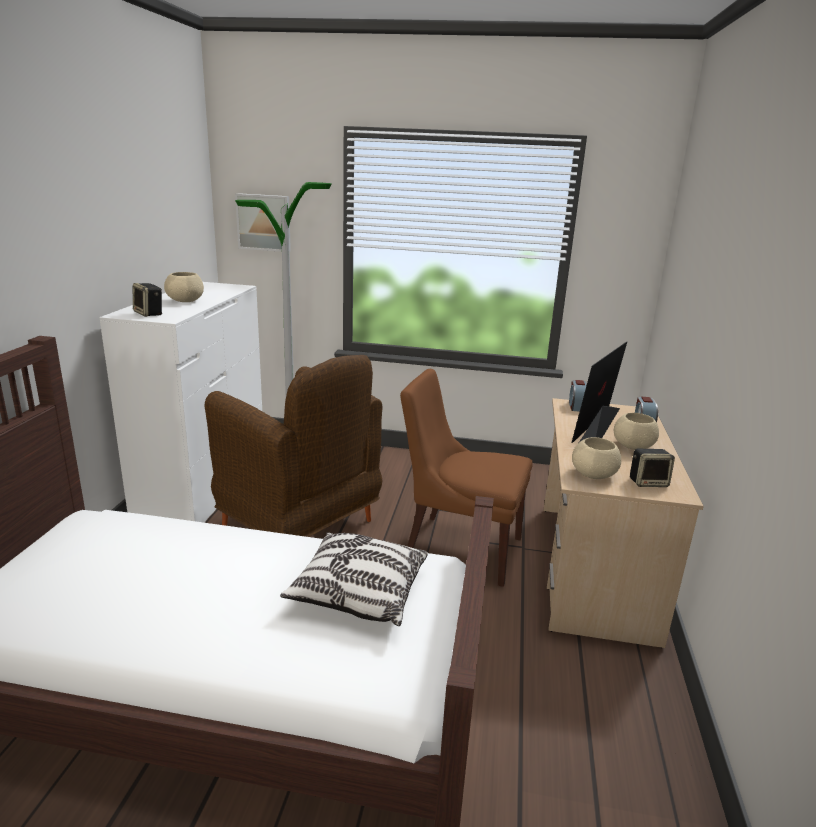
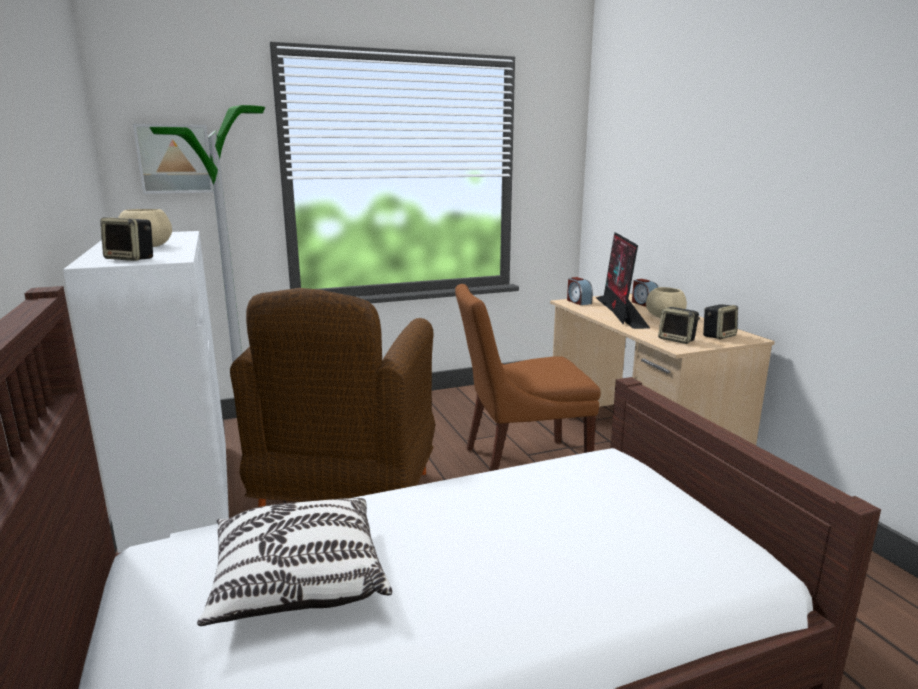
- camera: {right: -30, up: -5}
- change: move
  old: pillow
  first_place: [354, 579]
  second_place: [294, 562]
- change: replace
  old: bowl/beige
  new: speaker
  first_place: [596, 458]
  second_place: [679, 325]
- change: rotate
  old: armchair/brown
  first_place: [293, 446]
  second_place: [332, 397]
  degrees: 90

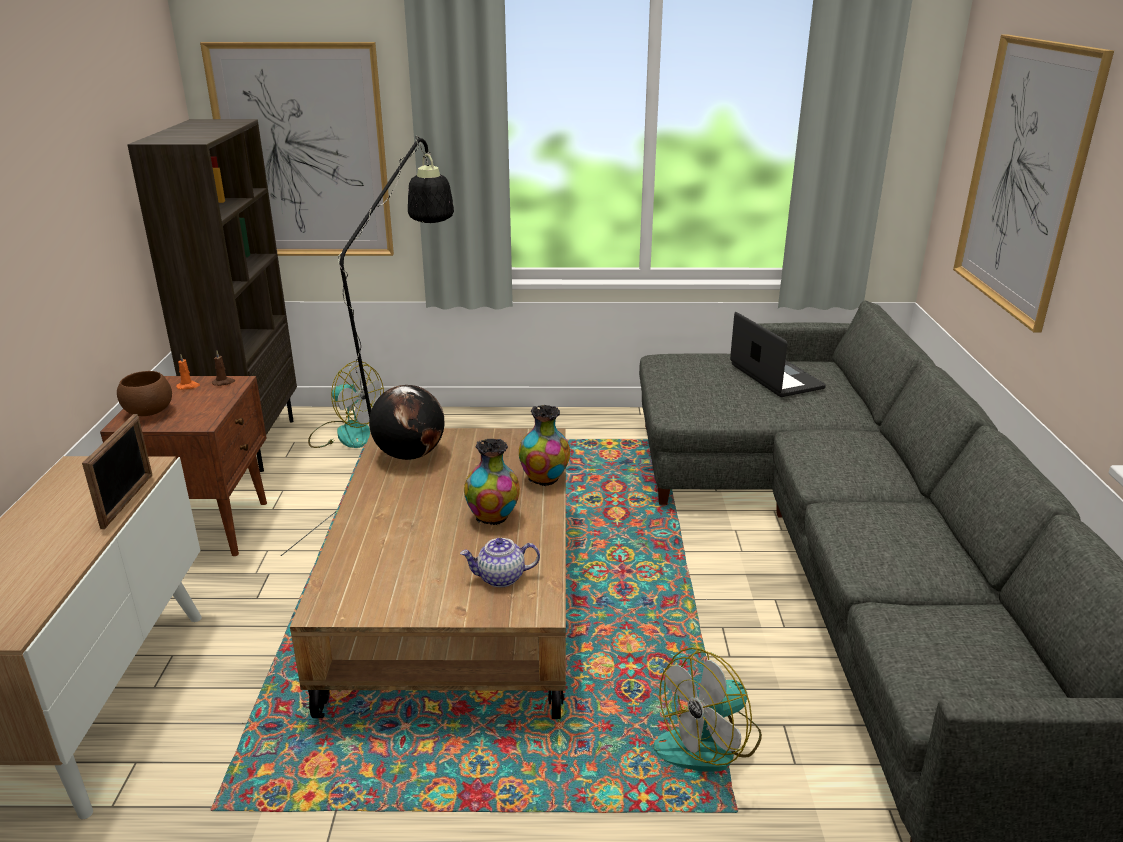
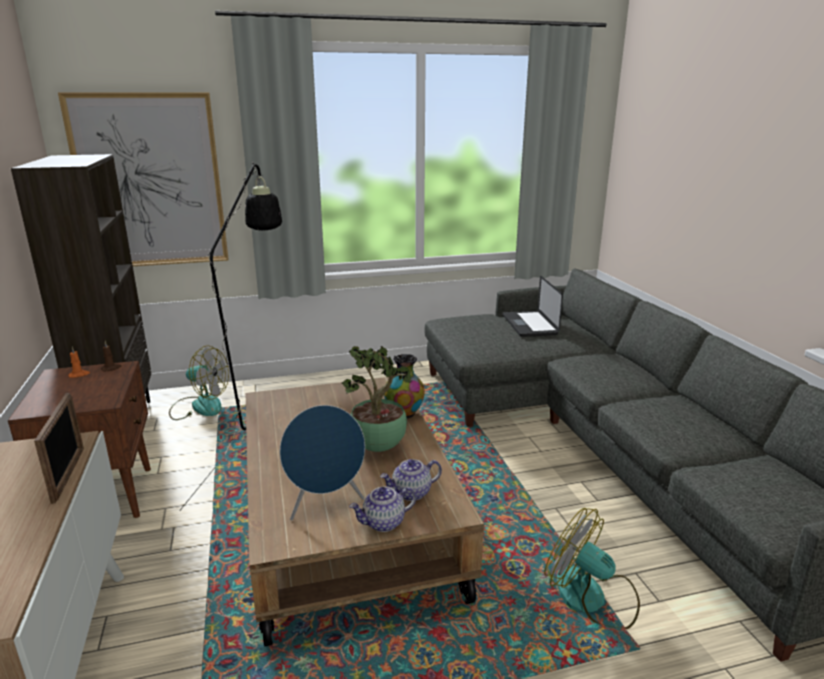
- camera: {right: -15, up: -5}
- change: delete
  old: bowl/brown
  first_place: [144, 393]
- change: delete
  old: globe
  first_place: [406, 422]
- change: delete
  old: picture
  first_place: [1033, 184]
- change: insert
  new: speaker/blue
  second_place: [322, 462]
- change: insert
  new: teapot
  second_place: [382, 509]
- change: replace
  old: vase
  new: potted plant
  first_place: [492, 482]
  second_place: [376, 399]
- change: rotate
  old: fan
  first_place: [707, 710]
  second_place: [592, 568]
  degrees: 90
- change: rotate
  old: laptop
  first_place: [778, 354]
  second_place: [533, 306]
  degrees: -150

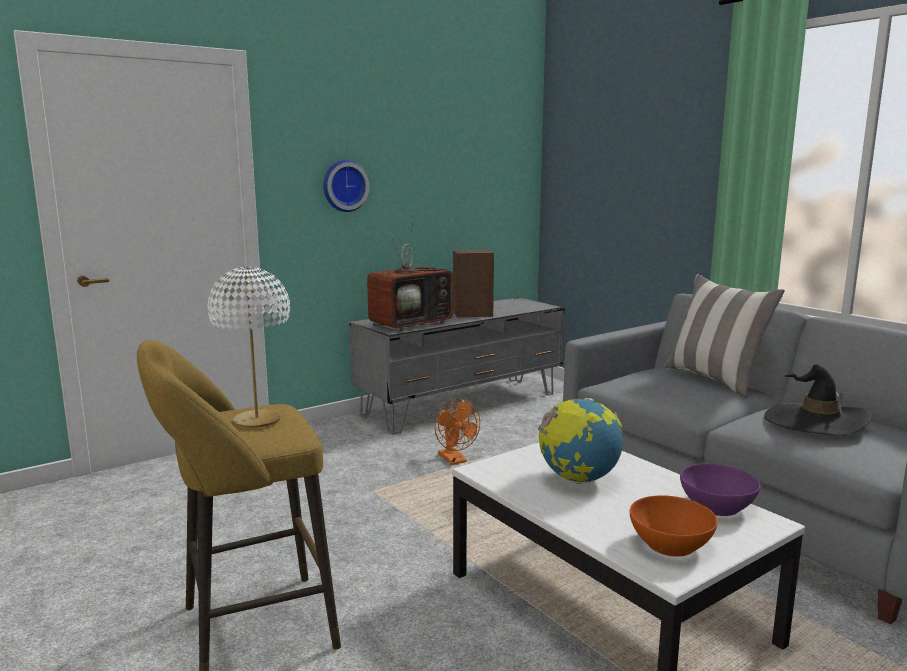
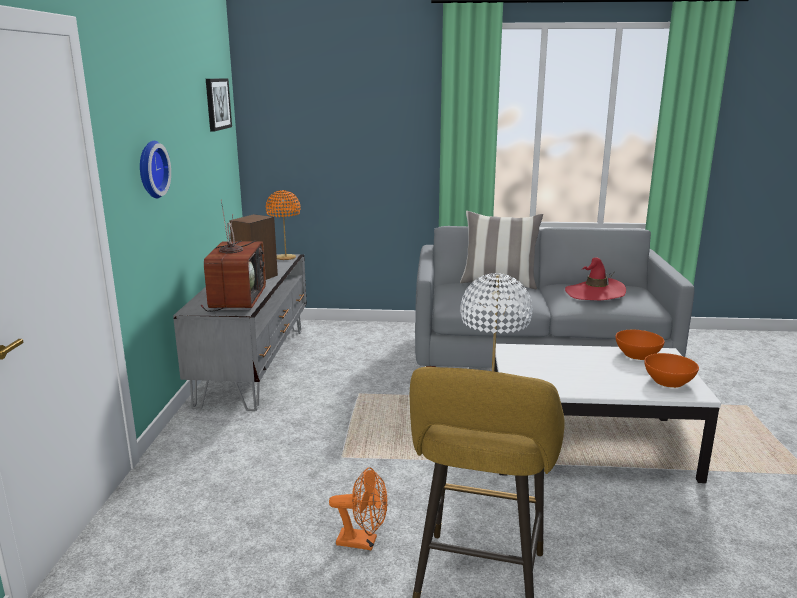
- camera: {right: -50, up: 5}
- change: delete
  old: globe
  first_place: [580, 441]
- change: insert
  new: picture
  second_place: [219, 104]
- change: insert
  new: table lamp/orange
  second_place: [283, 225]
- change: move
  old: fan/orange
  first_place: [457, 432]
  second_place: [358, 509]
- change: recolor
  old: bowl/purple
  new: bowl/orange
  first_place: [720, 489]
  second_place: [640, 345]
- change: recolor
  old: hat/black
  new: hat/red
  first_place: [818, 400]
  second_place: [595, 278]

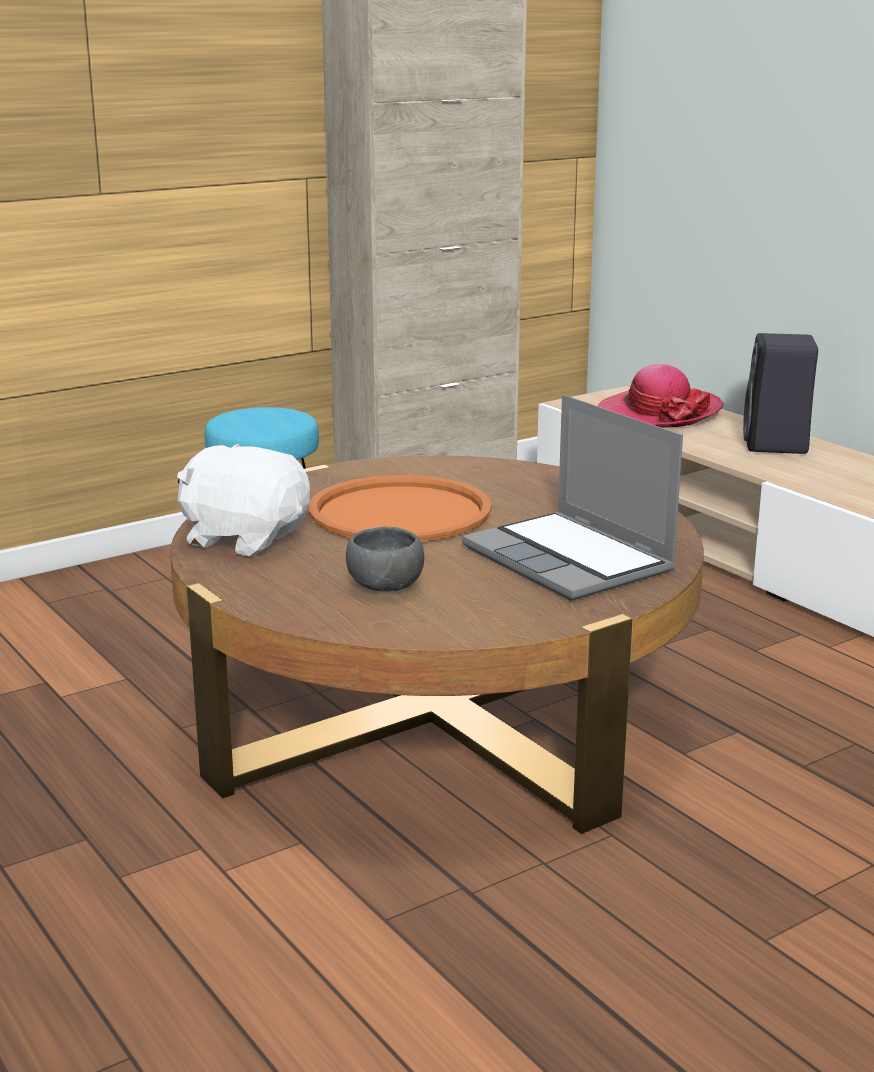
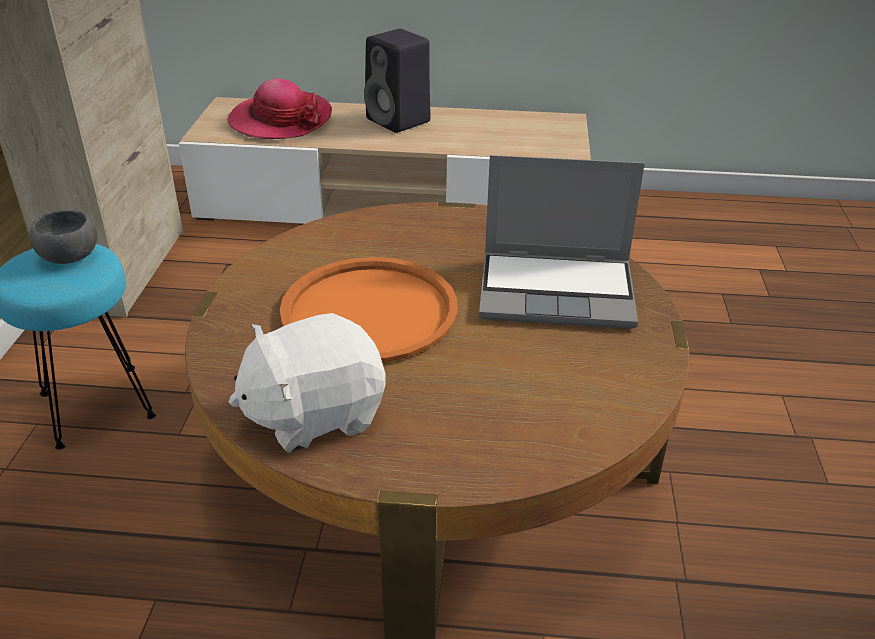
- camera: {right: -50, up: 15}
- change: move
  old: bowl/grey
  first_place: [385, 559]
  second_place: [63, 237]

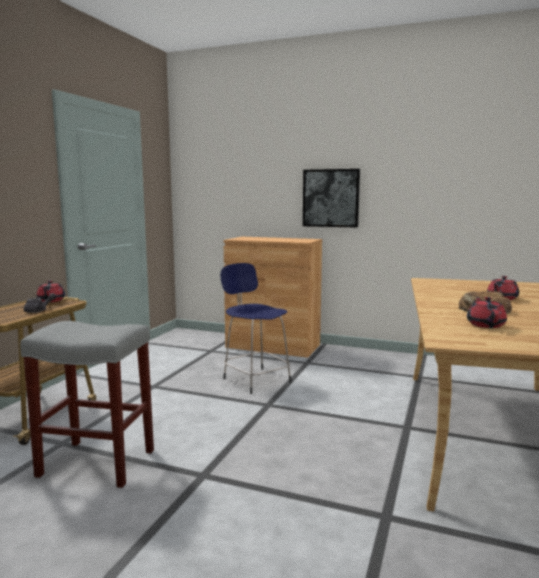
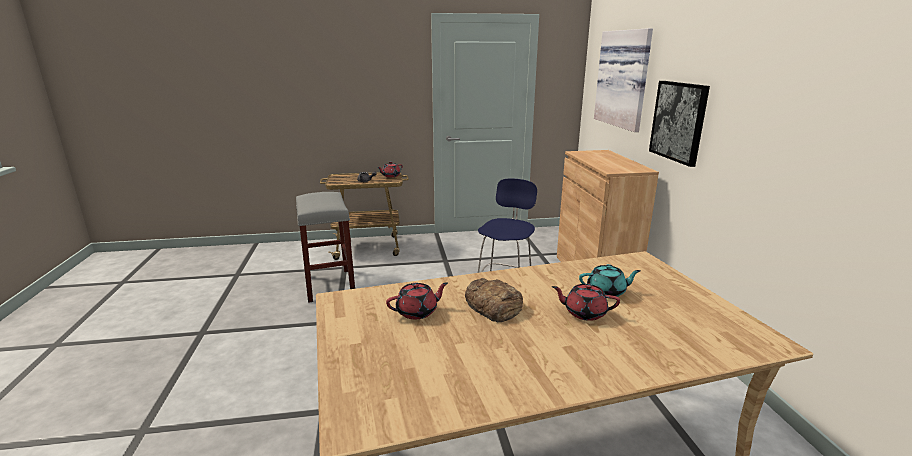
- camera: {right: 60, up: 10}
- change: insert
  new: teapot/turquoise
  second_place: [610, 280]
- change: insert
  new: picture
  second_place: [623, 80]

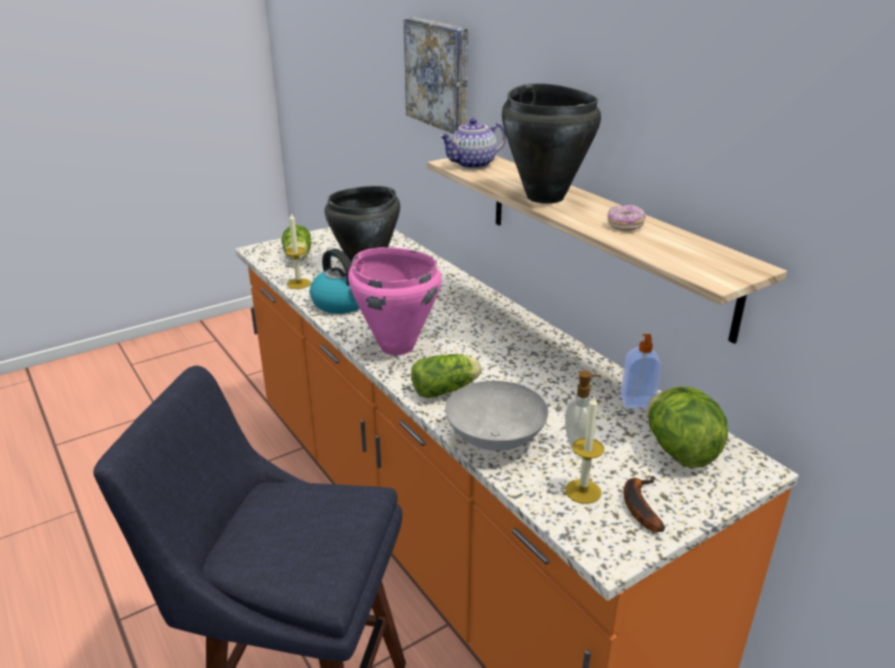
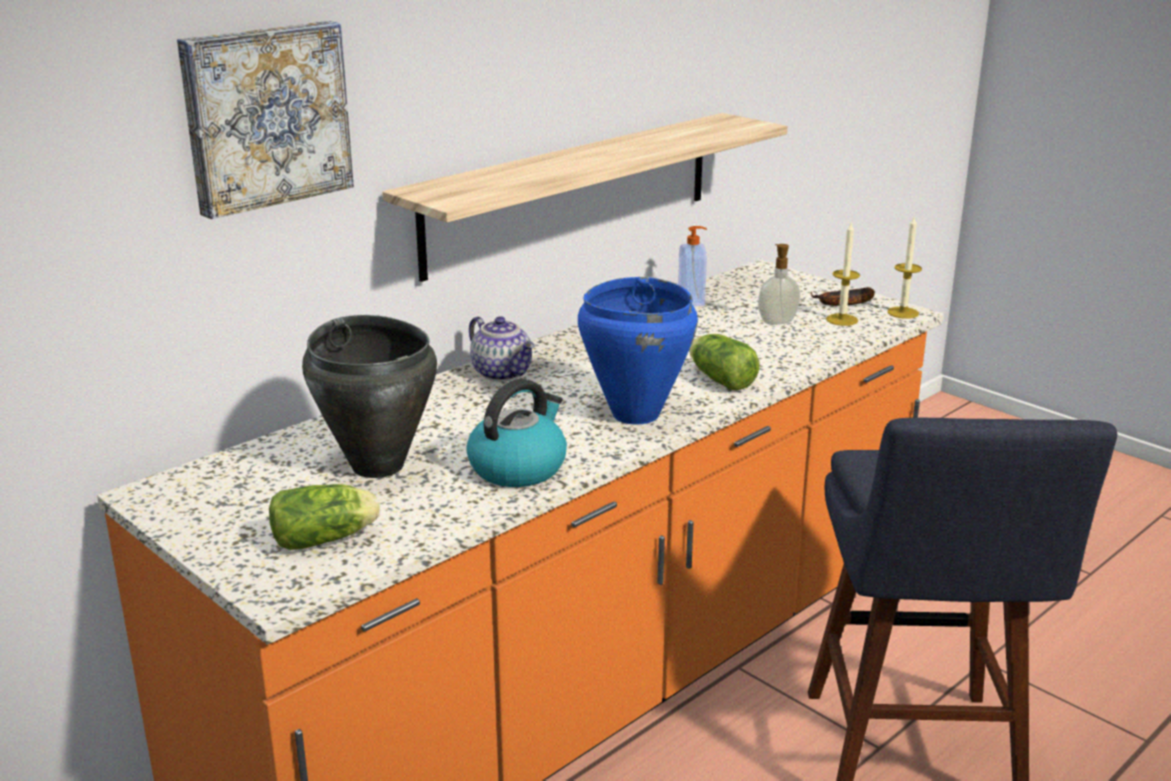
- camera: {right: -100, up: -5}
- change: delete
  old: bowl/grey
  first_place: [496, 416]
- change: delete
  old: cooking pot/black
  first_place: [551, 143]
- change: delete
  old: donut
  first_place: [626, 218]
- change: delete
  old: lettuce
  first_place: [688, 427]
- change: move
  old: candle
  first_place: [298, 251]
  second_place: [904, 268]
- change: move
  old: teapot
  first_place: [472, 143]
  second_place: [501, 348]
- change: recolor
  old: cooking pot/pink
  new: cooking pot/blue
  first_place: [395, 301]
  second_place: [638, 350]

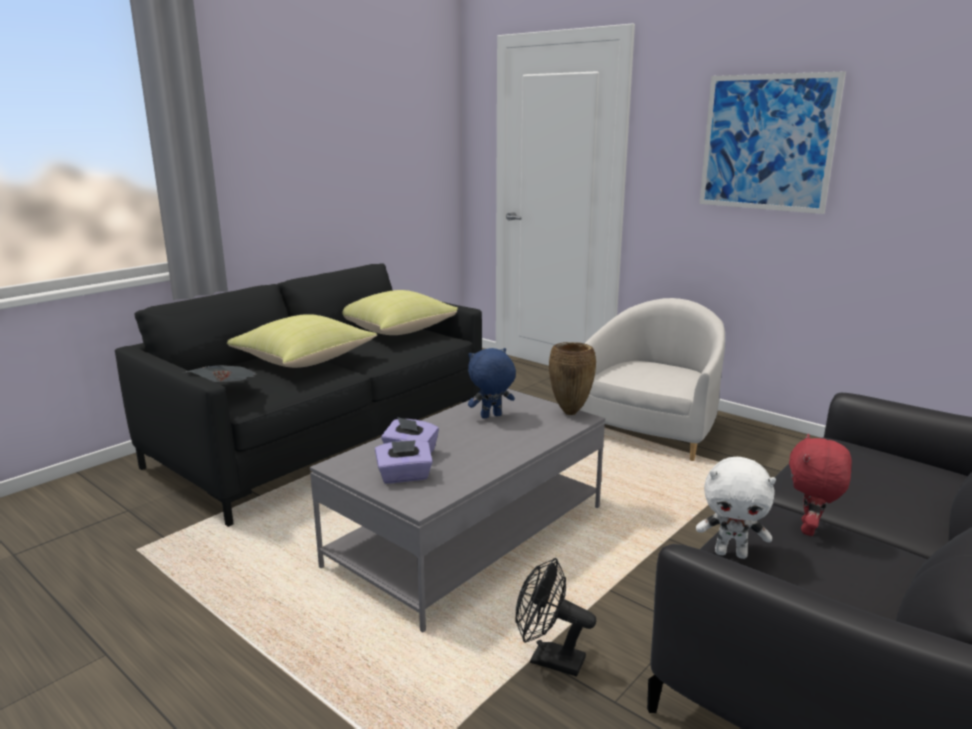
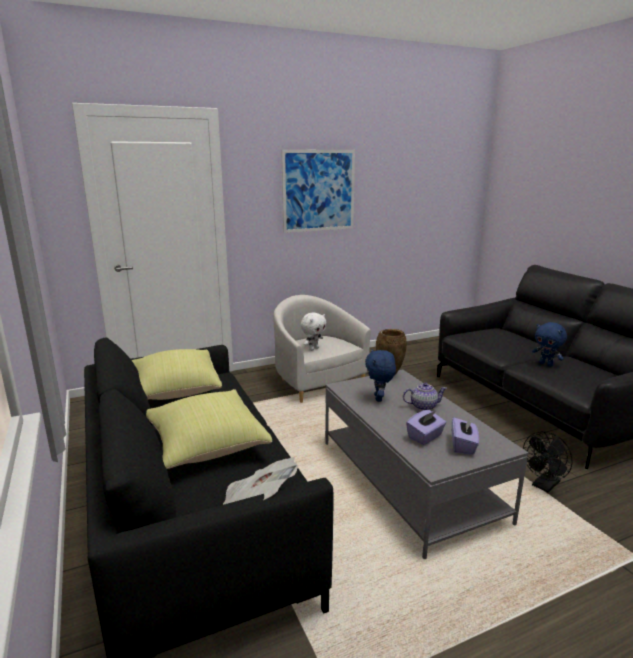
- camera: {right: -65, up: 0}
- change: insert
  new: teapot
  second_place: [425, 396]
- change: move
  old: plush toy/white
  first_place: [736, 508]
  second_place: [313, 331]
- change: recolor
  old: plush toy/red
  new: plush toy/blue
  first_place: [820, 485]
  second_place: [549, 344]

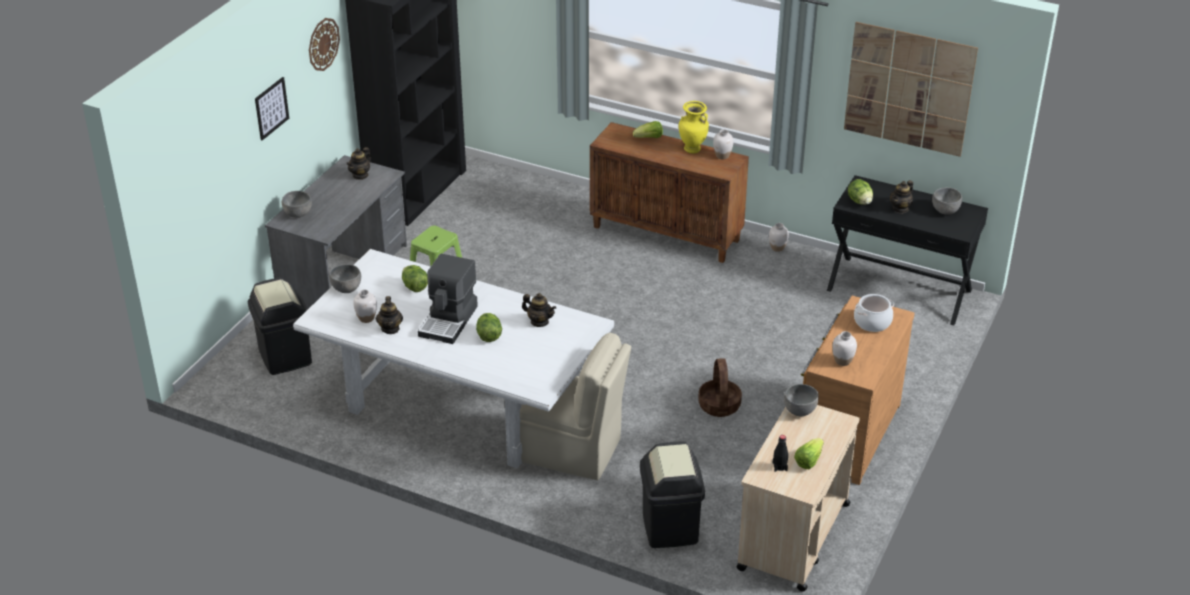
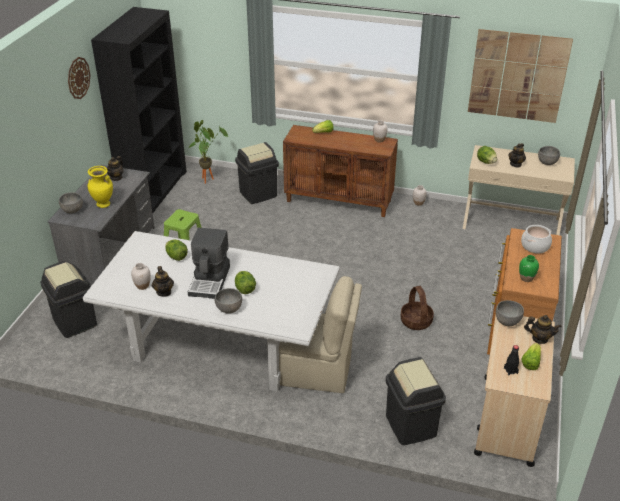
- camera: {right: -10, up: 0}
- change: delete
  old: picture
  first_place: [272, 108]
- change: insert
  new: potted plant
  second_place: [208, 151]
- change: insert
  new: trash can/black
  second_place: [257, 173]
- change: move
  old: bowl/grey
  first_place: [345, 278]
  second_place: [228, 301]
- change: move
  old: teapot
  first_place: [539, 310]
  second_place: [543, 329]
- change: move
  old: vase/yellow
  first_place: [694, 127]
  second_place: [100, 187]
- change: recolor
  old: console table/black
  new: console table/beige
  first_place: [907, 250]
  second_place: [519, 190]
- change: recolor
  old: vase/white
  new: vase/green
  first_place: [844, 348]
  second_place: [529, 268]

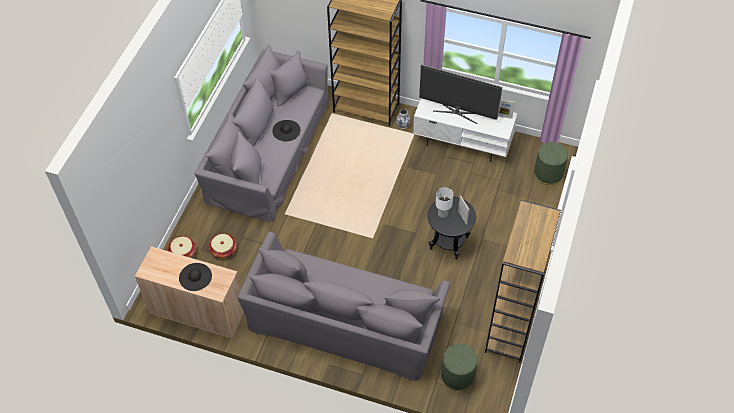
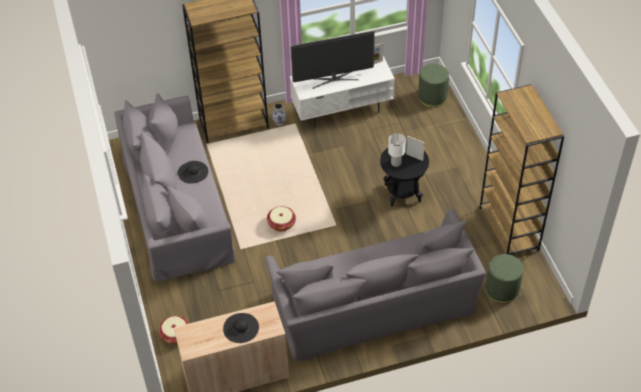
- camera: {right: -35, up: -5}
- change: move
  old: basket
  first_place: [223, 245]
  second_place: [281, 218]

